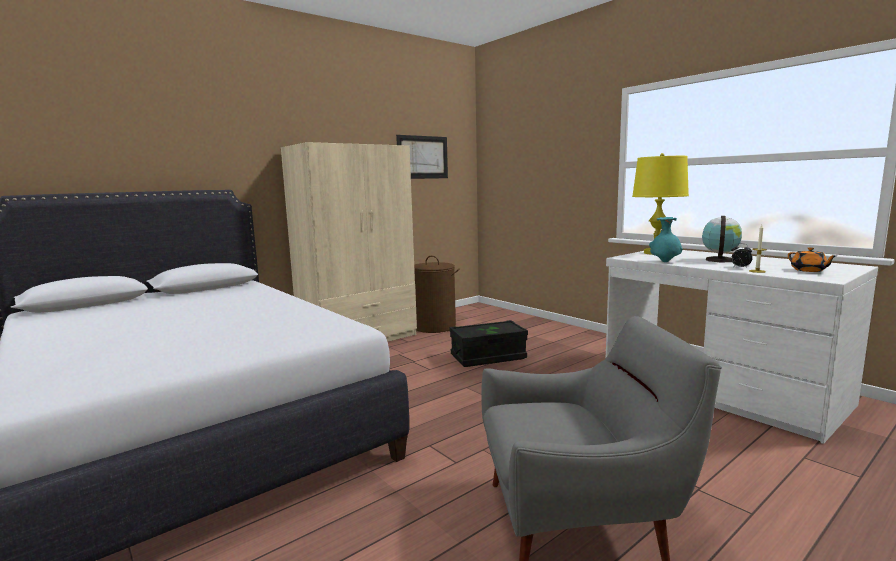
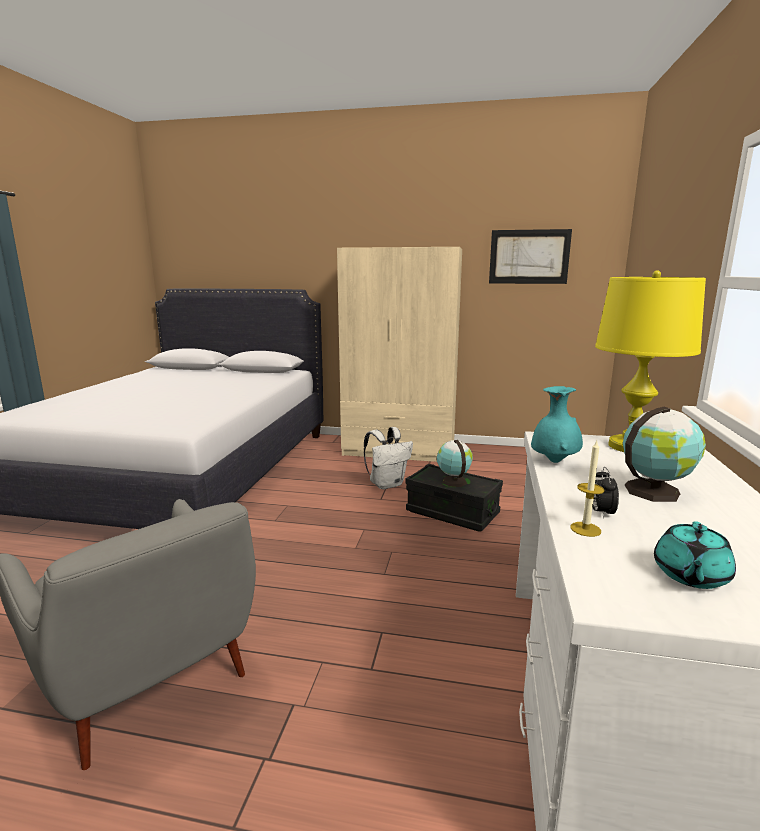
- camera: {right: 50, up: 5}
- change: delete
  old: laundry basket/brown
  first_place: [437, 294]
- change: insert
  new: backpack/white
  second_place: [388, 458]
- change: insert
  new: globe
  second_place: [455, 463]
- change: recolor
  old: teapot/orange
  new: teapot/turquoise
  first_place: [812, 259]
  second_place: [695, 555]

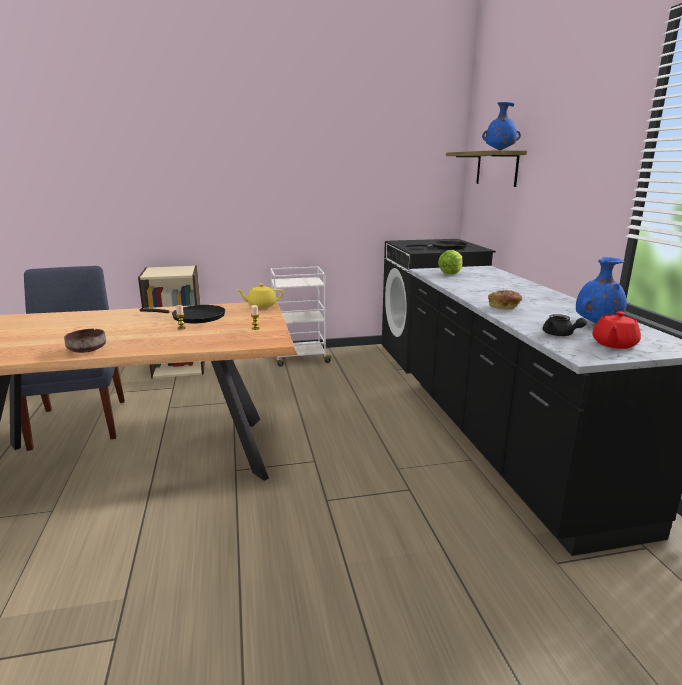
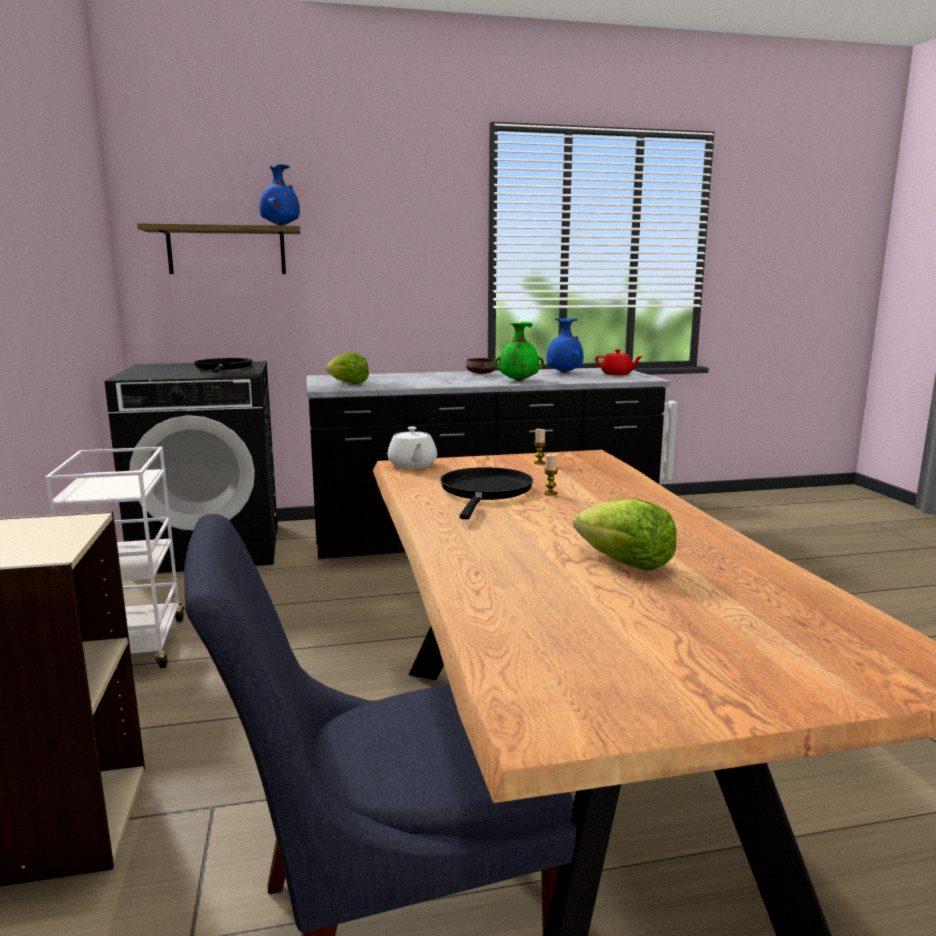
- camera: {right: -90, up: -5}
- change: delete
  old: teapot/black
  first_place: [565, 325]
- change: insert
  new: lettuce
  second_place: [625, 534]
- change: move
  old: bowl/brown
  first_place: [85, 341]
  second_place: [481, 366]
- change: replace
  old: bread
  new: vase/green
  first_place: [505, 299]
  second_place: [519, 351]
- change: recolor
  old: teapot/yellow
  new: teapot/white
  first_place: [260, 295]
  second_place: [412, 447]

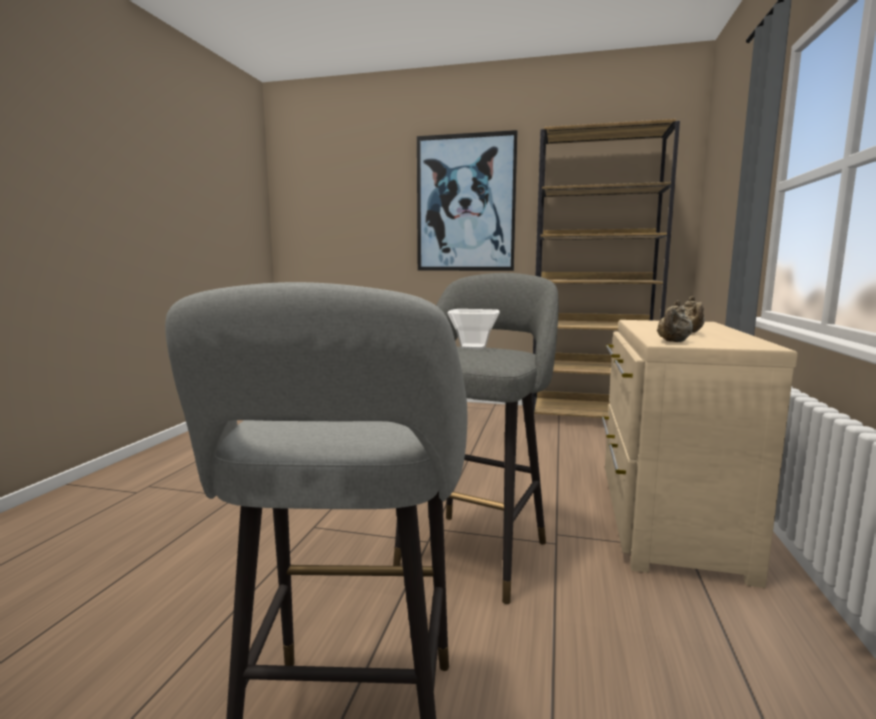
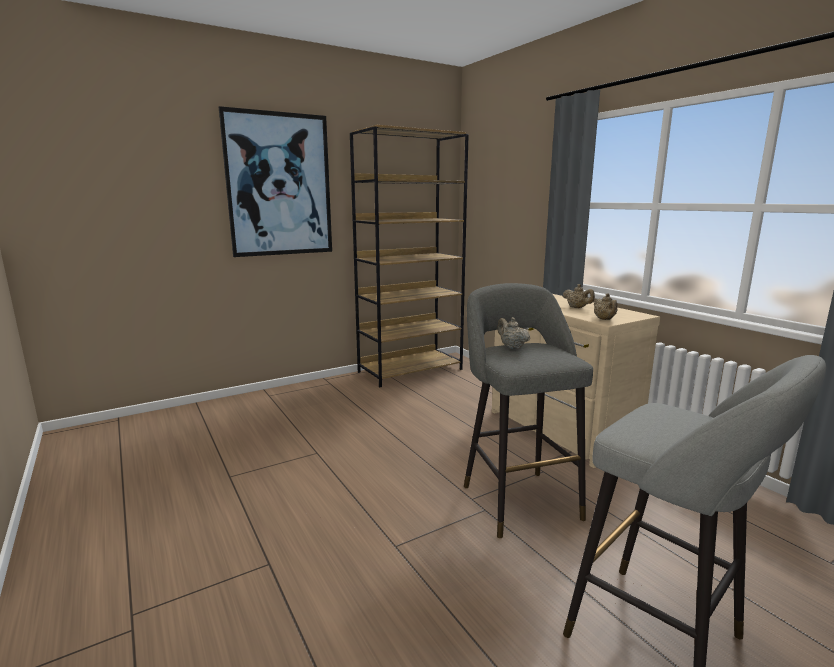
- camera: {right: -45, up: 5}
- change: replace
  old: bowl
  new: teapot/beige
  first_place: [473, 329]
  second_place: [513, 333]

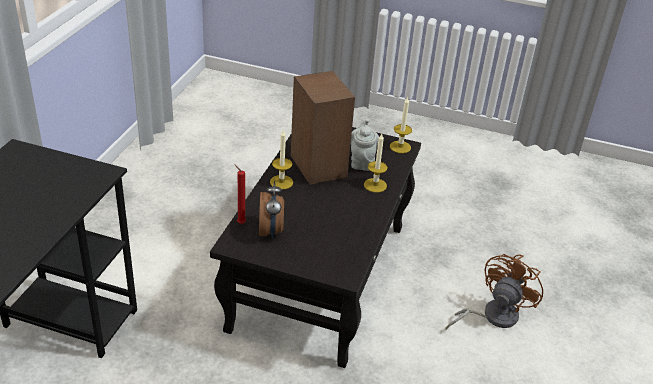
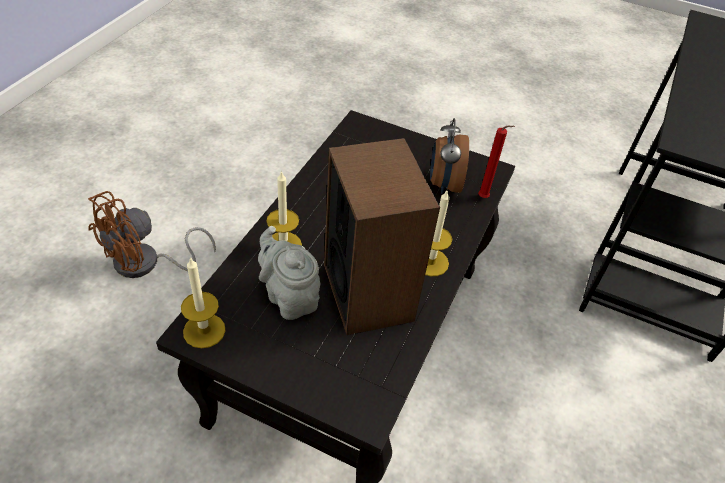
- camera: {right: -175, up: 10}
- change: rotate
  old: teapot/grey
  first_place: [365, 144]
  second_place: [289, 273]
  degrees: 135

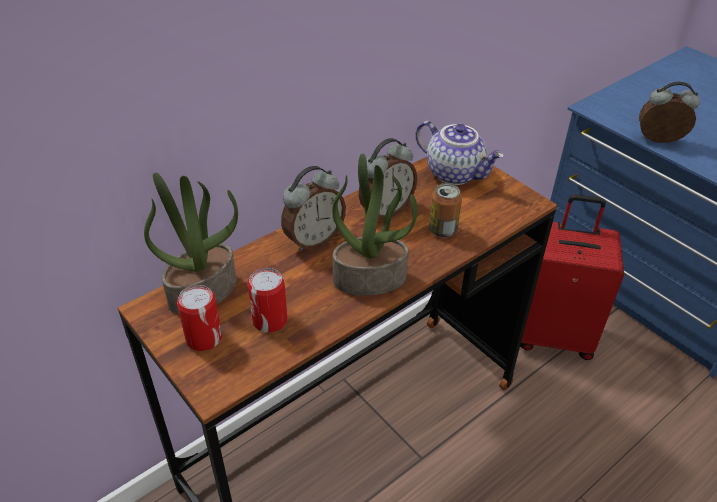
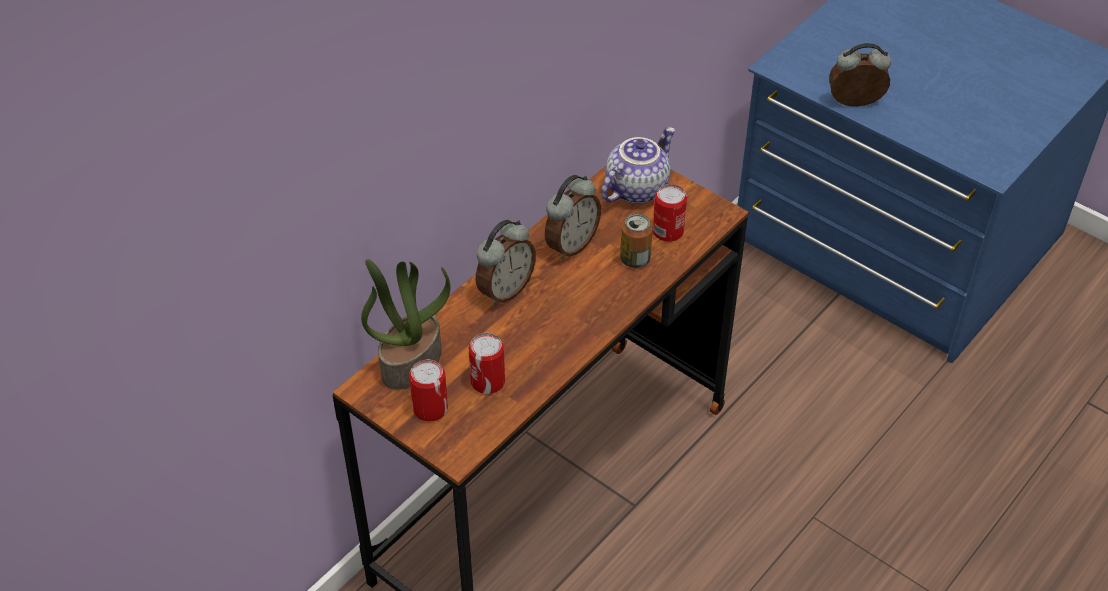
- camera: {right: -10, up: 5}
- change: delete
  old: potted plant
  first_place: [375, 224]
- change: delete
  old: suitcase/red
  first_place: [572, 277]
- change: insert
  new: can
  second_place: [670, 213]
- change: rotate
  old: teapot
  first_place: [459, 153]
  second_place: [638, 165]
  degrees: -75

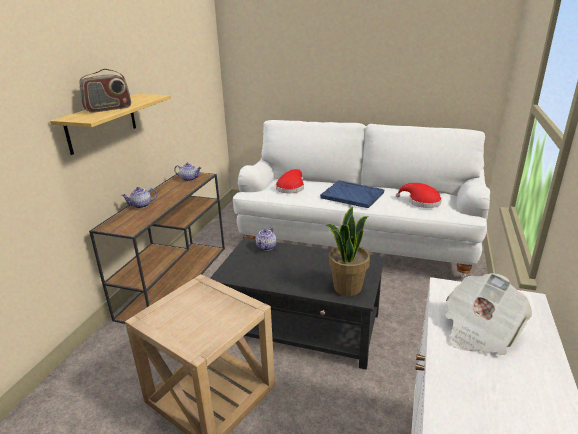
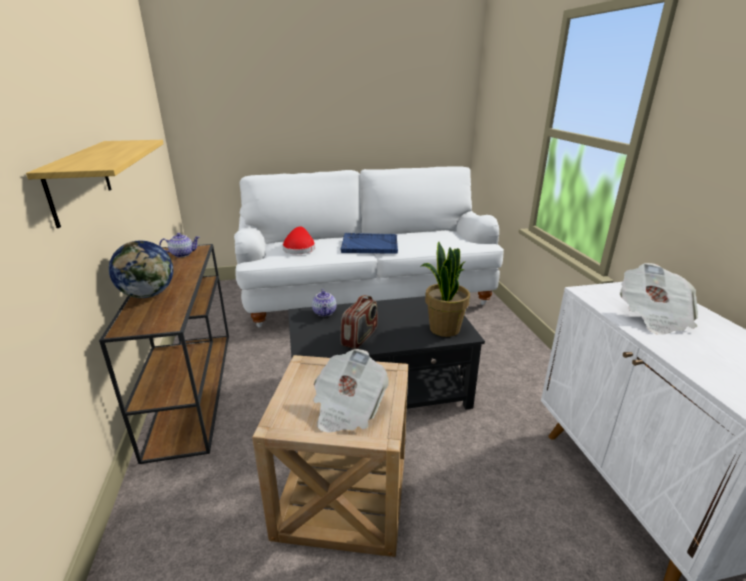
- camera: {right: -30, up: 0}
- change: delete
  old: hat/red
  first_place: [419, 195]
- change: insert
  new: newspaper
  second_place: [351, 391]
- change: move
  old: radio
  first_place: [105, 91]
  second_place: [359, 322]
- change: replace
  old: teapot
  new: globe
  first_place: [139, 198]
  second_place: [141, 269]

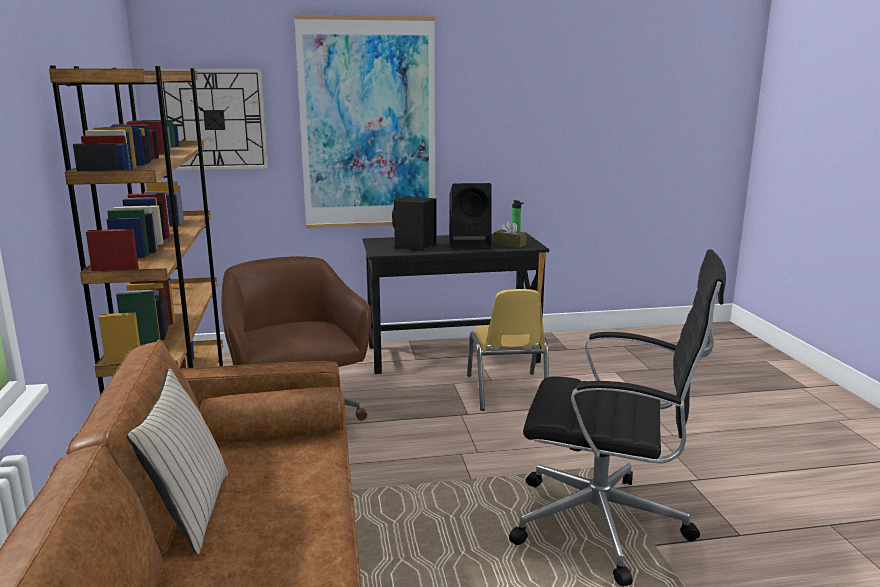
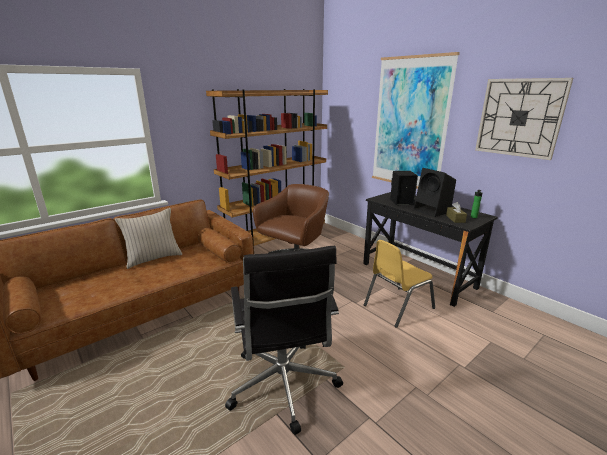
- camera: {right: 60, up: 5}
- change: move
  old: wall clock
  first_place: [214, 120]
  second_place: [524, 119]

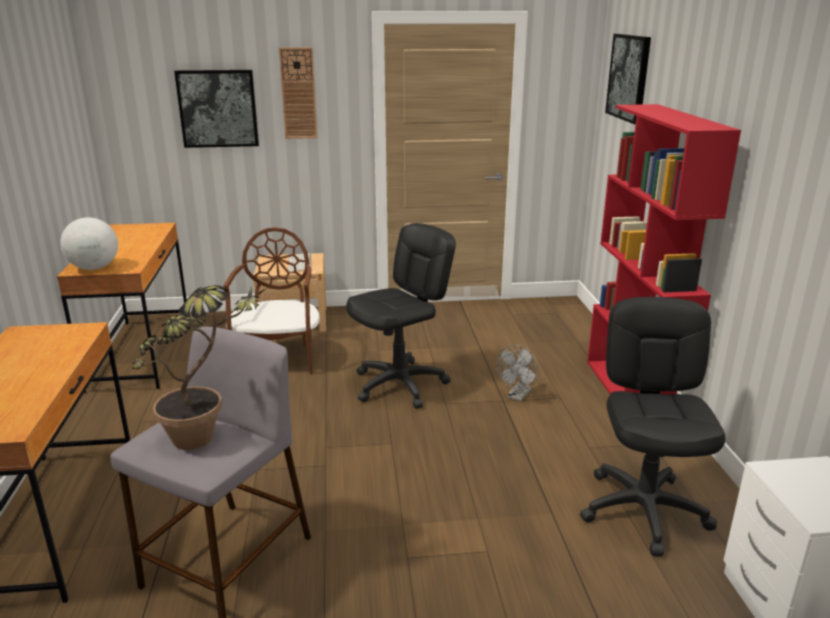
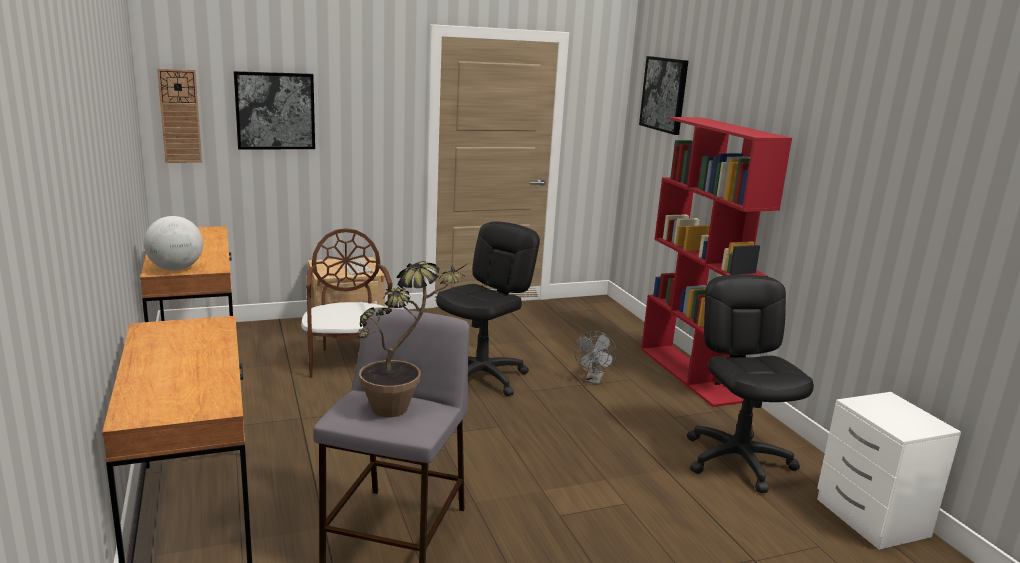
- camera: {right: -15, up: -5}
- change: move
  old: wall clock
  first_place: [298, 93]
  second_place: [179, 115]

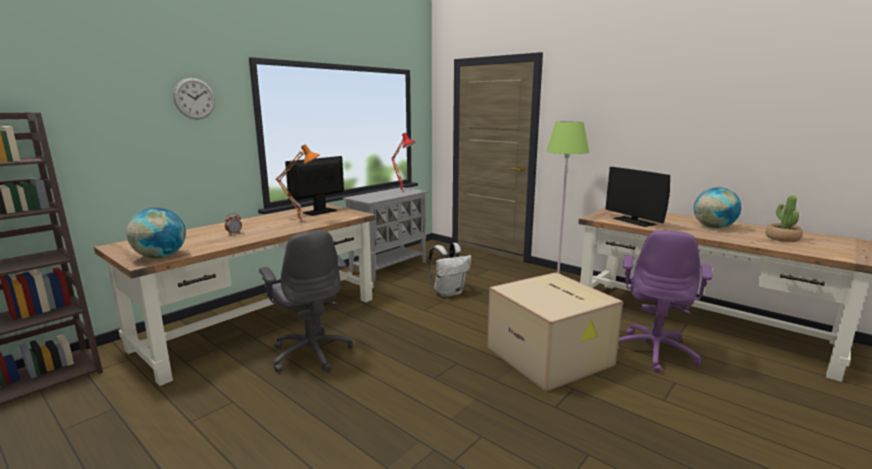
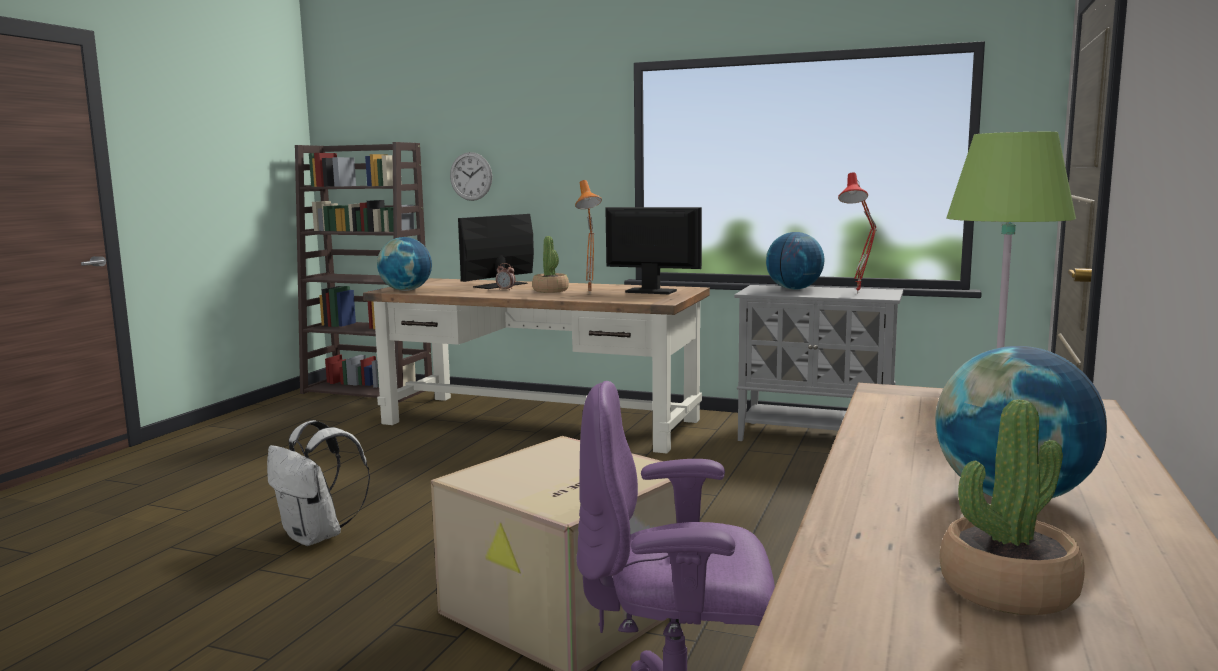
- camera: {right: 70, up: -5}
- change: delete
  old: office chair/grey
  first_place: [306, 301]
- change: insert
  new: potted plant
  second_place: [550, 264]
- change: insert
  new: globe
  second_place: [795, 261]
- change: move
  old: wall clock
  first_place: [194, 98]
  second_place: [471, 176]
- change: move
  old: backpack/white
  first_place: [450, 270]
  second_place: [318, 483]
- change: move
  old: monitor
  first_place: [637, 197]
  second_place: [496, 251]

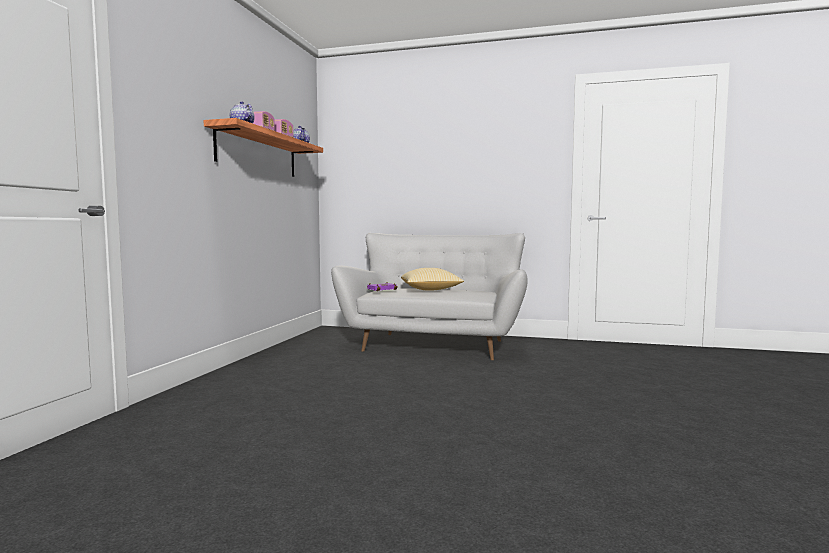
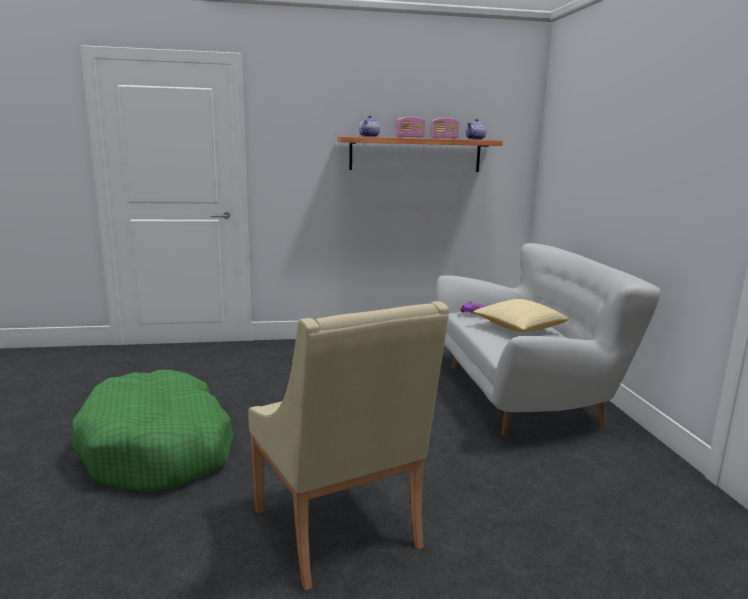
- camera: {right: 65, up: 10}
- change: insert
  new: dog bed/green
  second_place: [153, 430]
- change: insert
  new: armchair/beige
  second_place: [348, 446]

